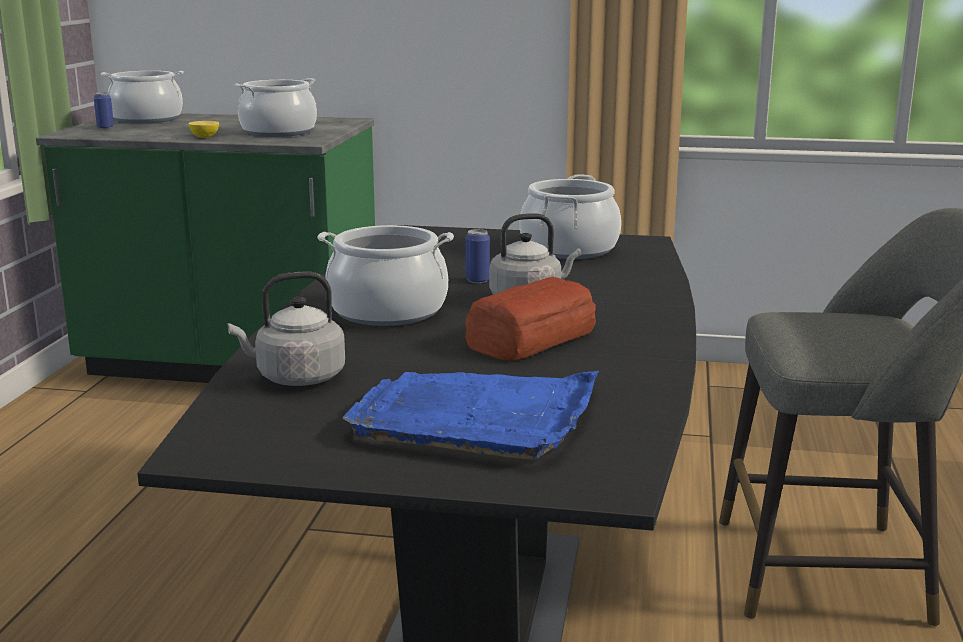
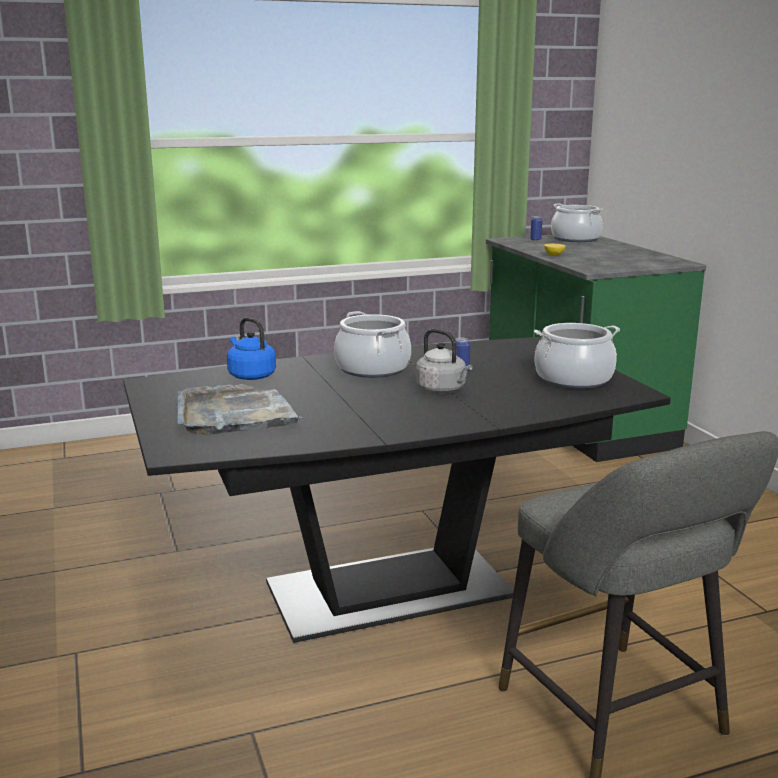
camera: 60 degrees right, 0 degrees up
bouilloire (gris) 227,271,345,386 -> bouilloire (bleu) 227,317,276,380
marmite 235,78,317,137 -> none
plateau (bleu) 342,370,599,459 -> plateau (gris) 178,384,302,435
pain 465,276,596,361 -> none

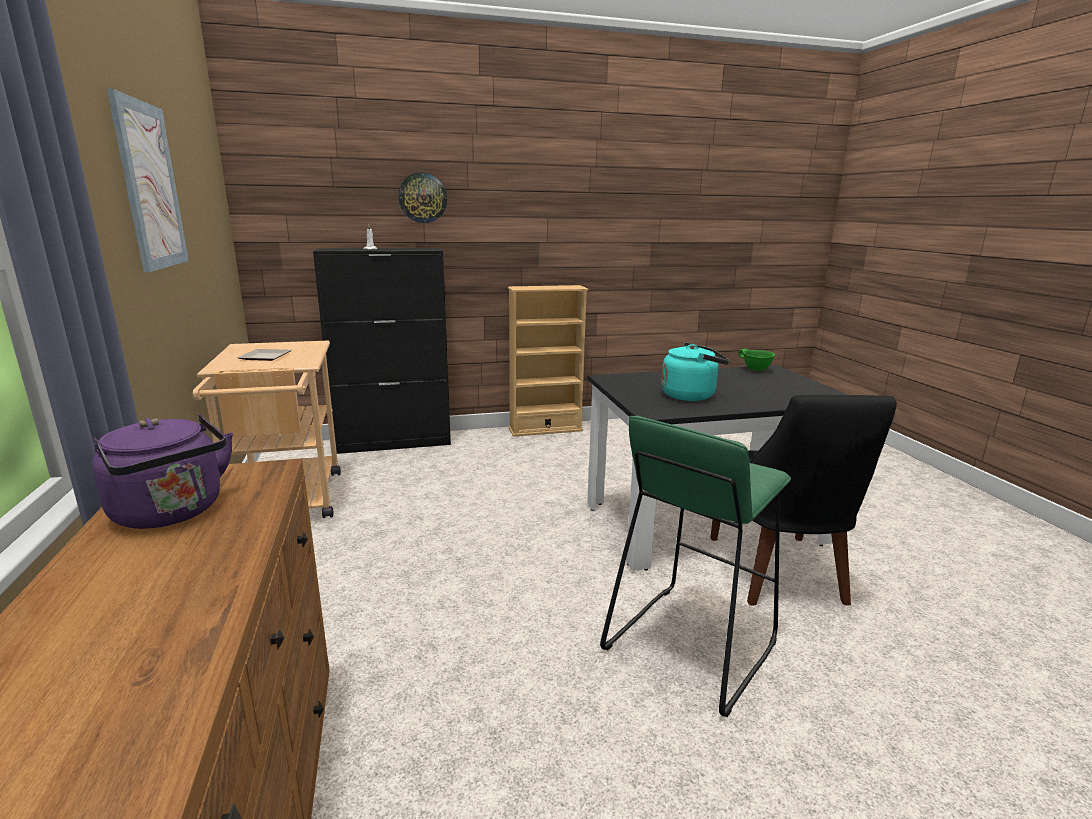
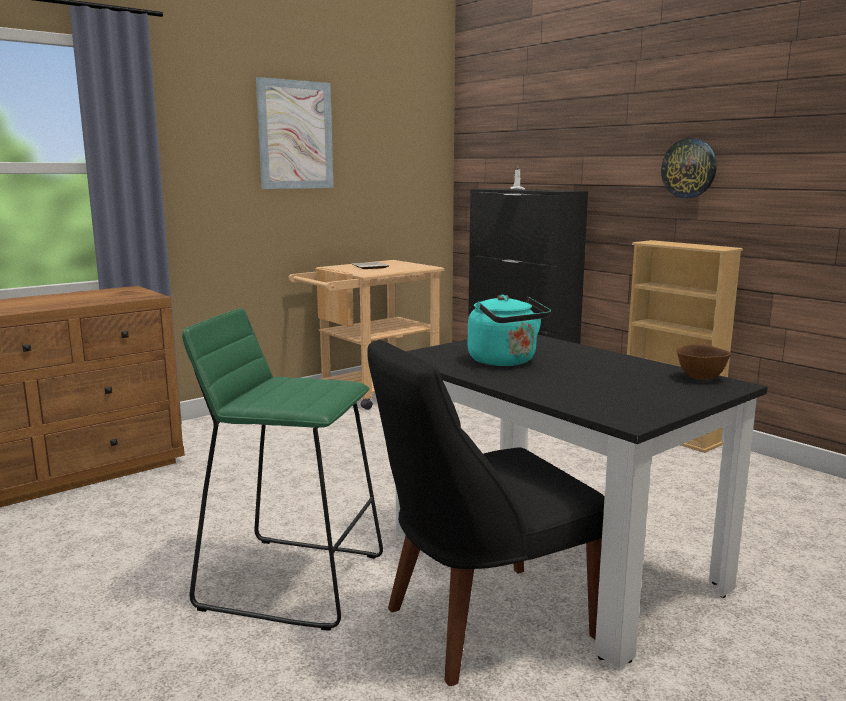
camera: 65 degrees right, 5 degrees down
bouilloire (violet) 92,414,233,529 -> none
horloge murale 398,172,447,223 -> horloge murale 661,138,717,198, move
bol (vert) 738,349,775,371 -> bol (marron) 677,343,731,380

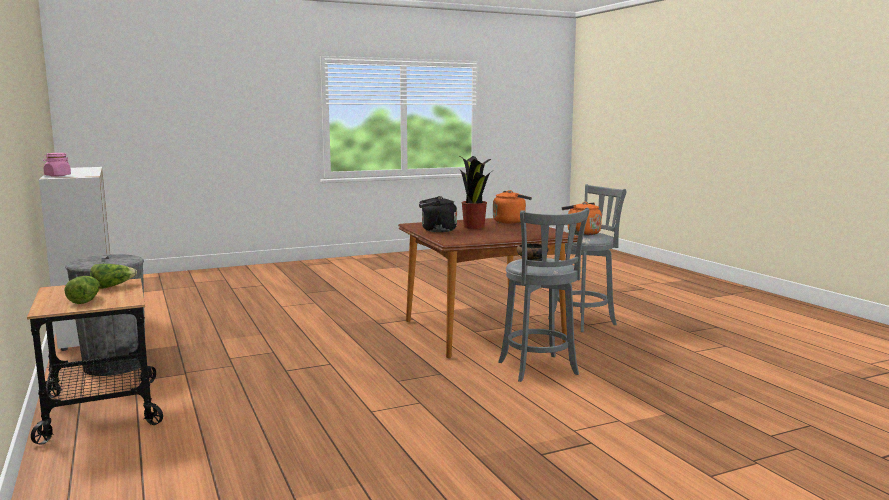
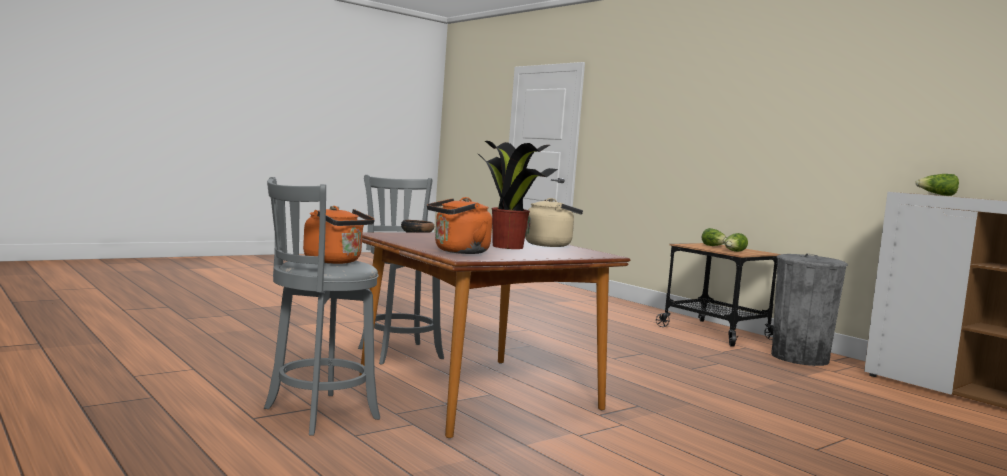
camera: 165 degrees right, 5 degrees down
bocal (rose) 43,153,71,177 -> laitue 915,174,959,196
bouilloire (noir) 419,196,457,232 -> bouilloire (beige) 525,198,583,247

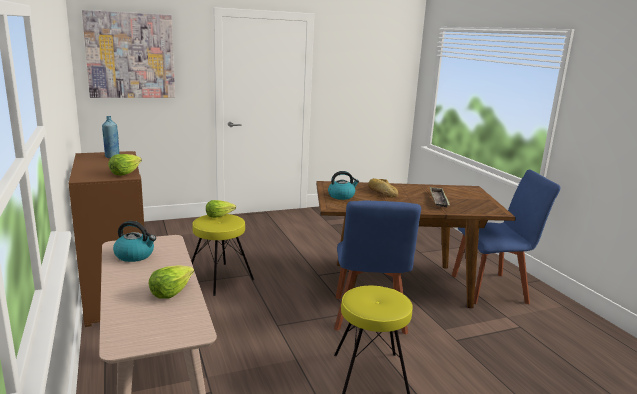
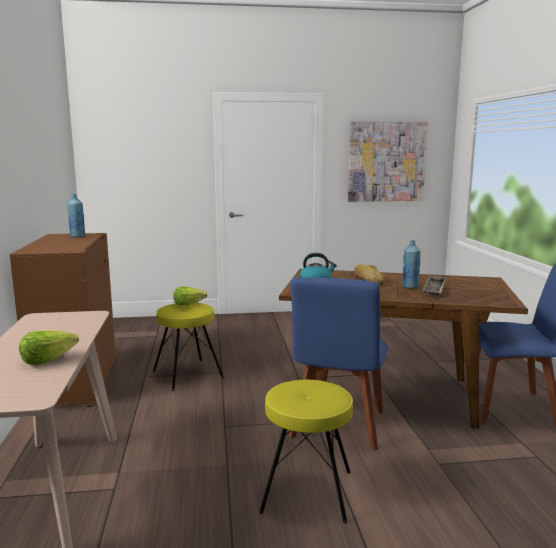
camera: 15 degrees right, 5 degrees down
tableau 82,10,175,98 -> tableau 348,121,428,202, move
laitue 108,154,142,176 -> none
bouilloire 113,221,156,262 -> none
none -> bouteille (bleu) 402,240,420,289

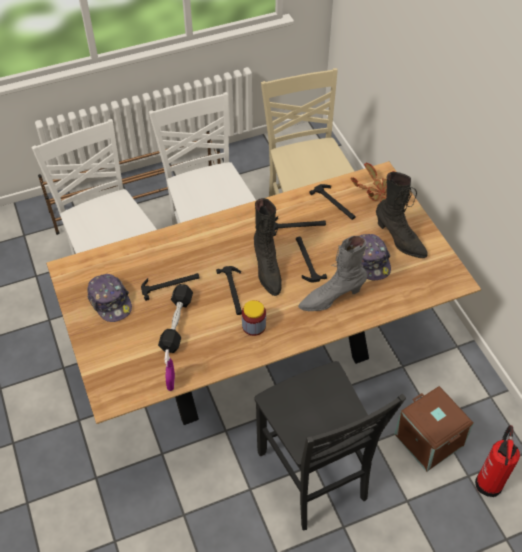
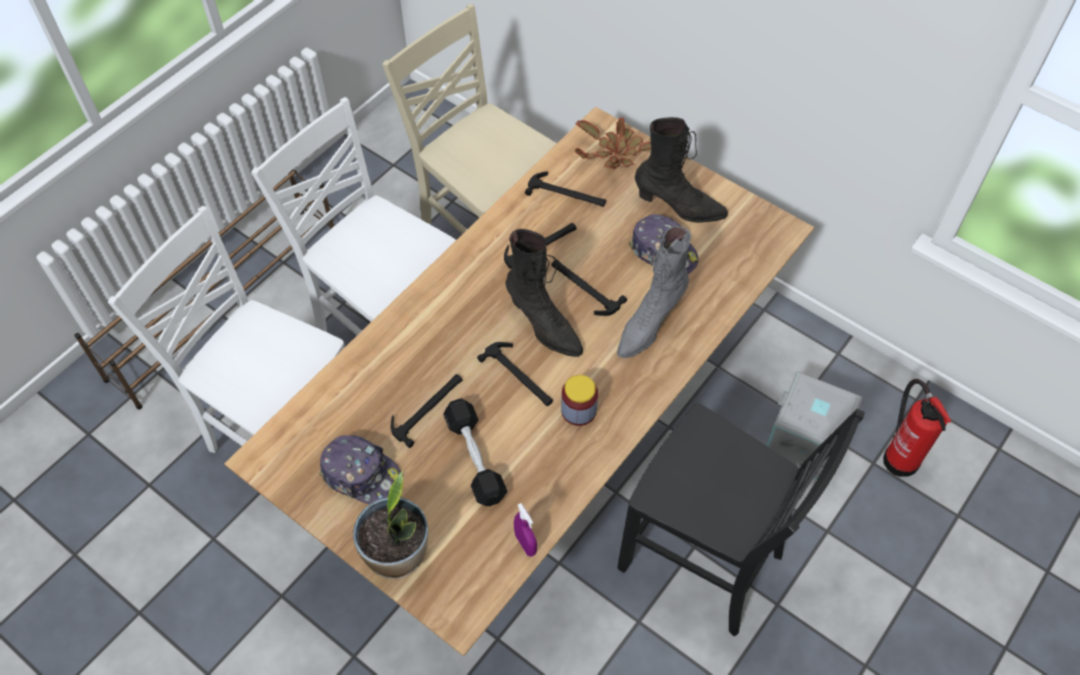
camera: 30 degrees left, 5 degrees up
boîte de rangement (marron) 395,386,474,472 -> boîte de rangement (gris) 766,371,863,480
none -> plante en pot 353,471,428,580

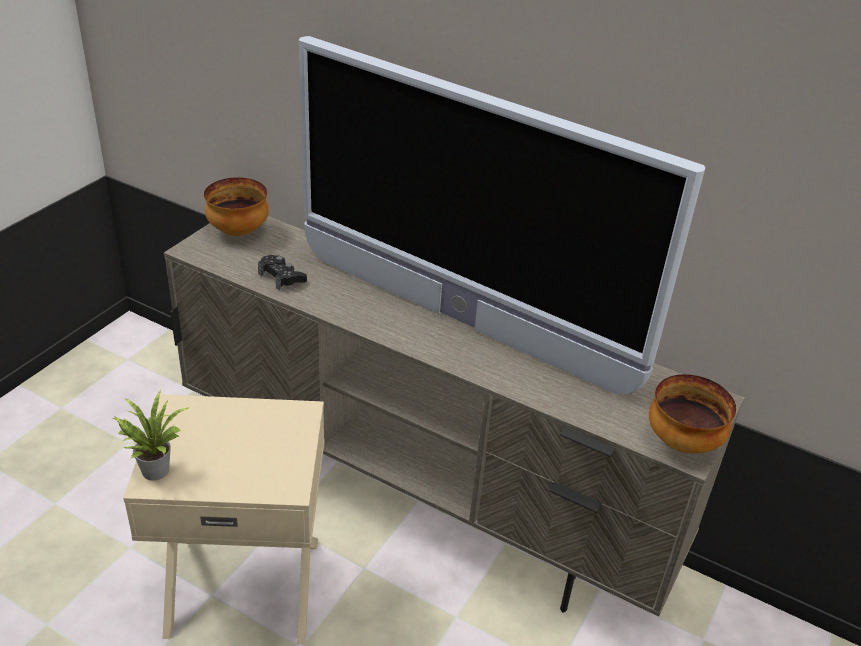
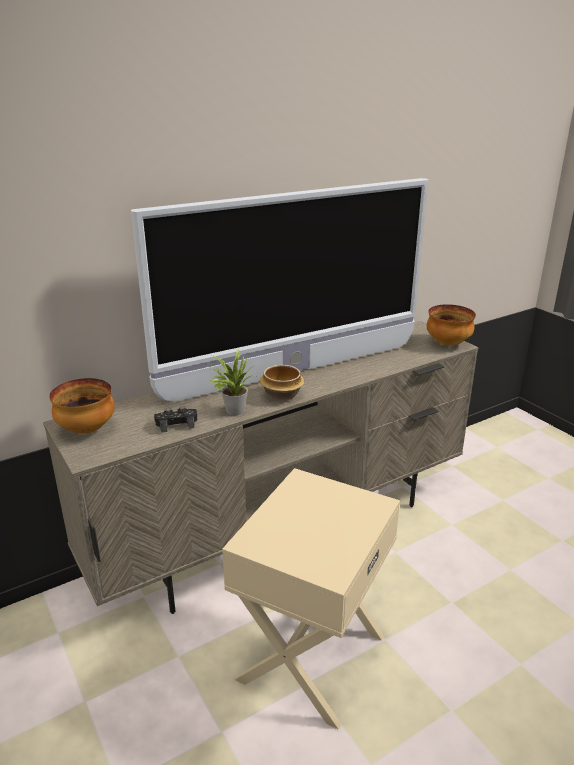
camera: 60 degrees left, 10 degrees down
plante en pot 113,390,191,481 -> plante en pot 208,349,256,415, move
none -> bol 260,365,304,401

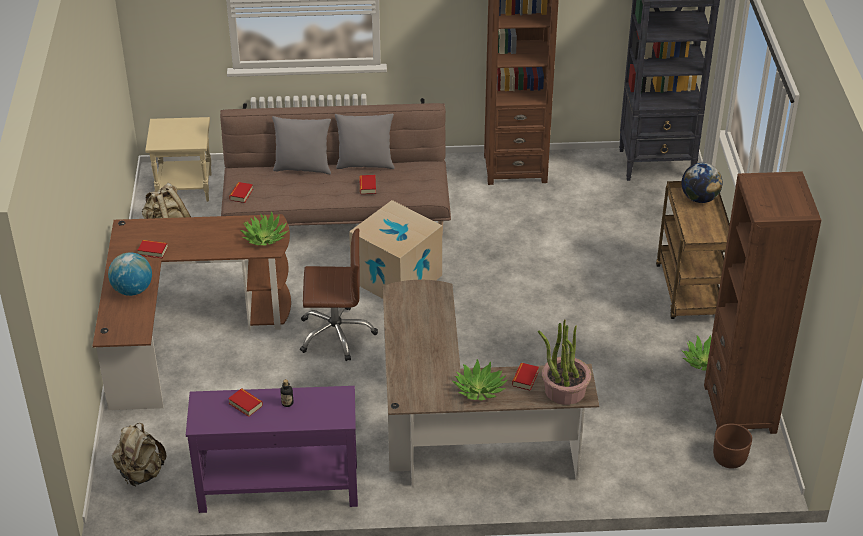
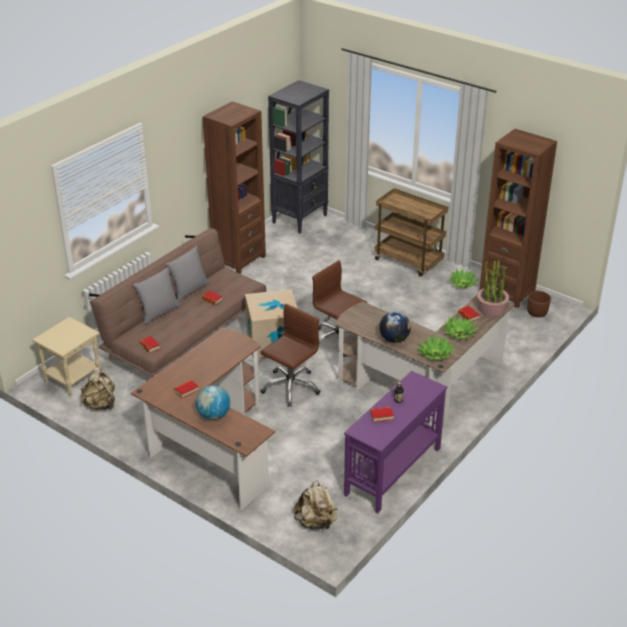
camera: 50 degrees left, 5 degrees down
plante en pot 240,211,289,246 -> plante en pot 417,333,455,360, move
globe 681,163,723,203 -> globe 379,311,411,343, move
none -> chaise de bureau (marron) 312,260,368,357

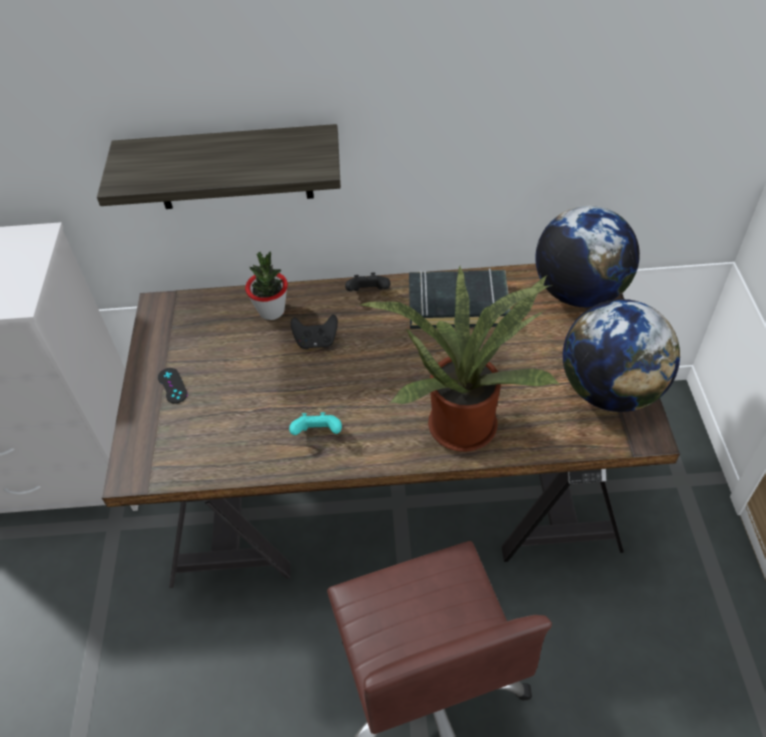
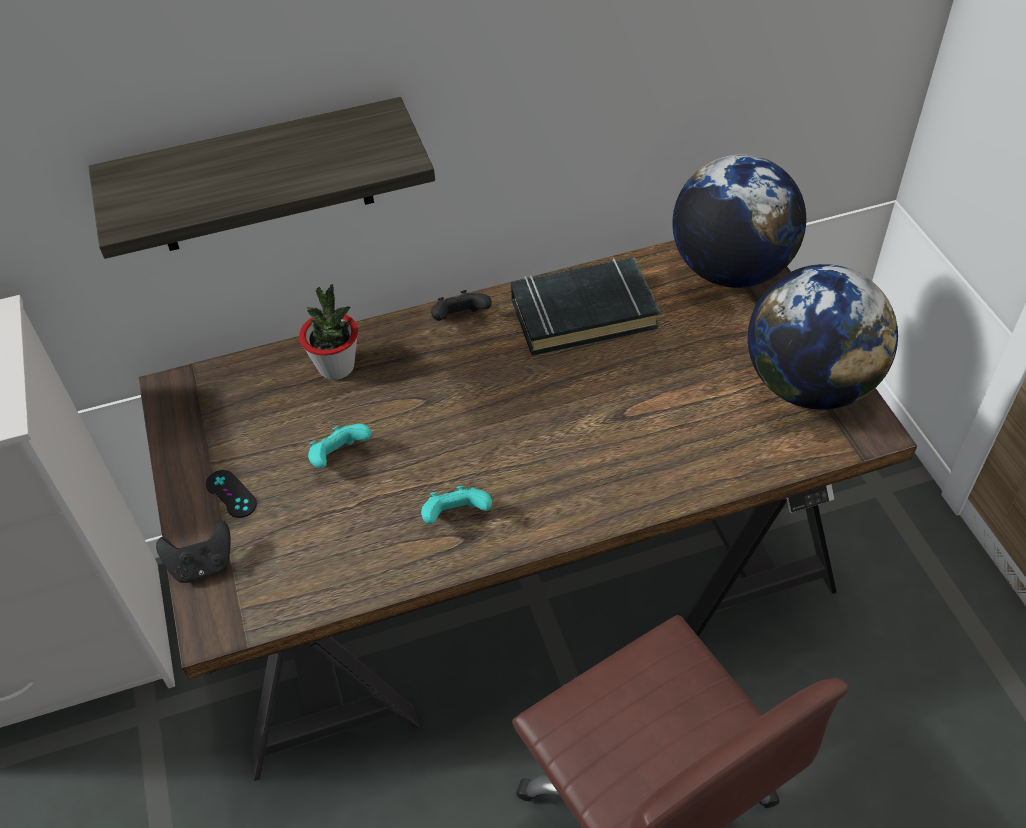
camera: 15 degrees left, 0 degrees up
manette (noir) 291,314,338,349 -> manette (noir) 156,521,231,583, move
plante en pot 357,264,560,452 -> none
none -> manette (turquoise) 308,424,371,468

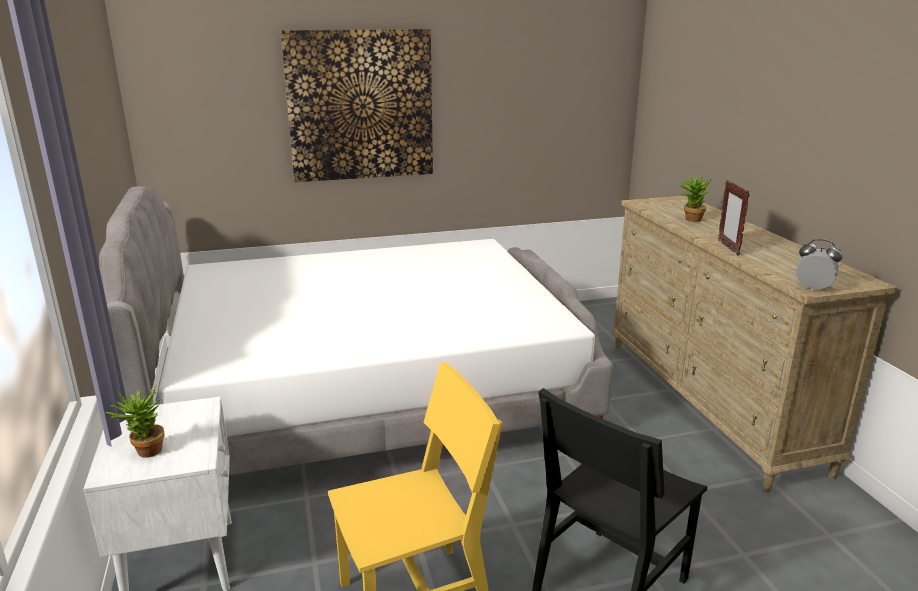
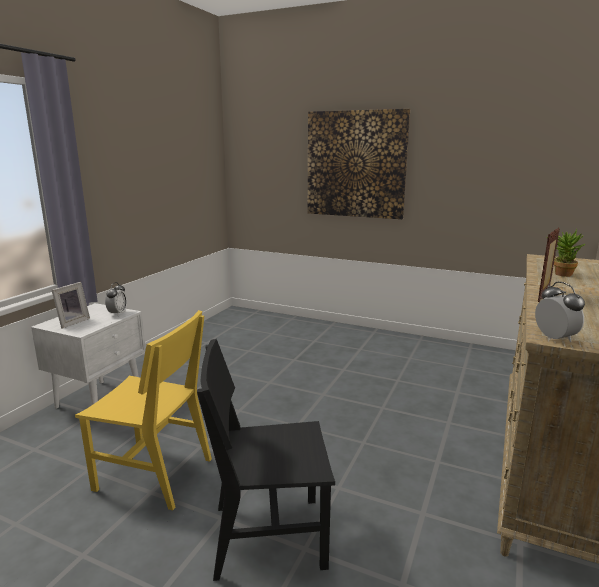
camera: 40 degrees right, 5 degrees down
lit 99,186,613,475 -> none
plante en pot 106,386,165,458 -> cadre photo 52,282,90,329
none -> réveil 105,282,127,316

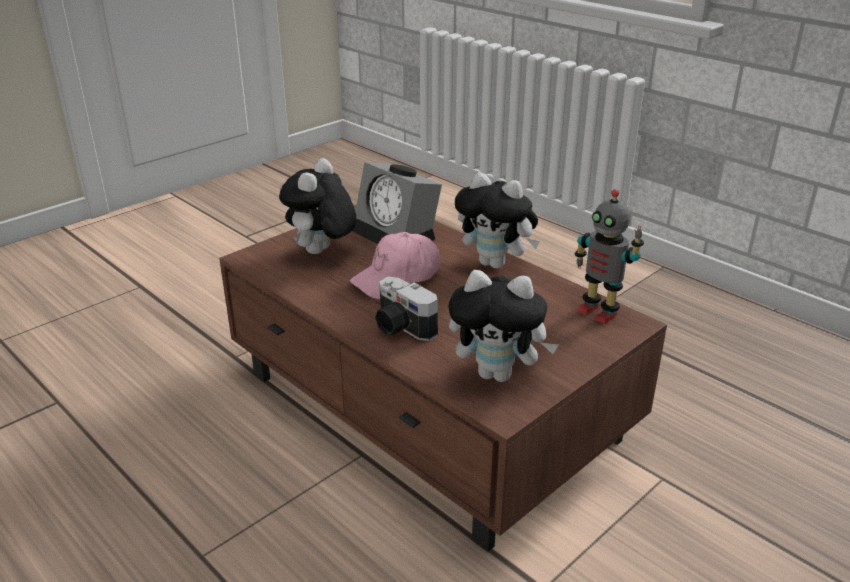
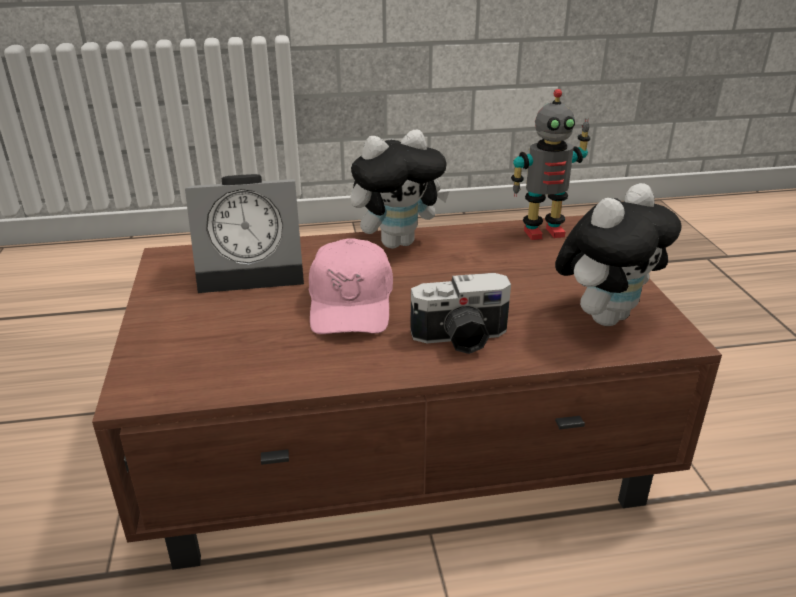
camera: 55 degrees left, 0 degrees up
peluche 279,158,356,254 -> none

